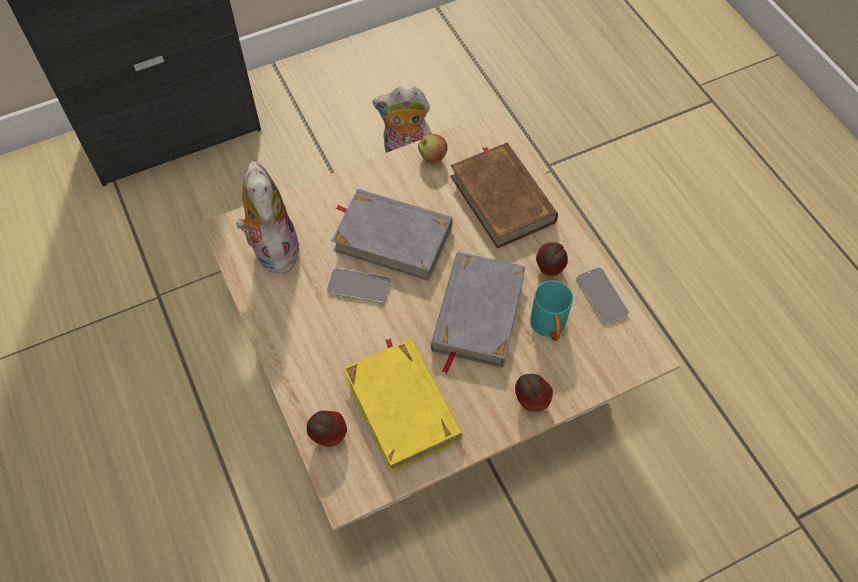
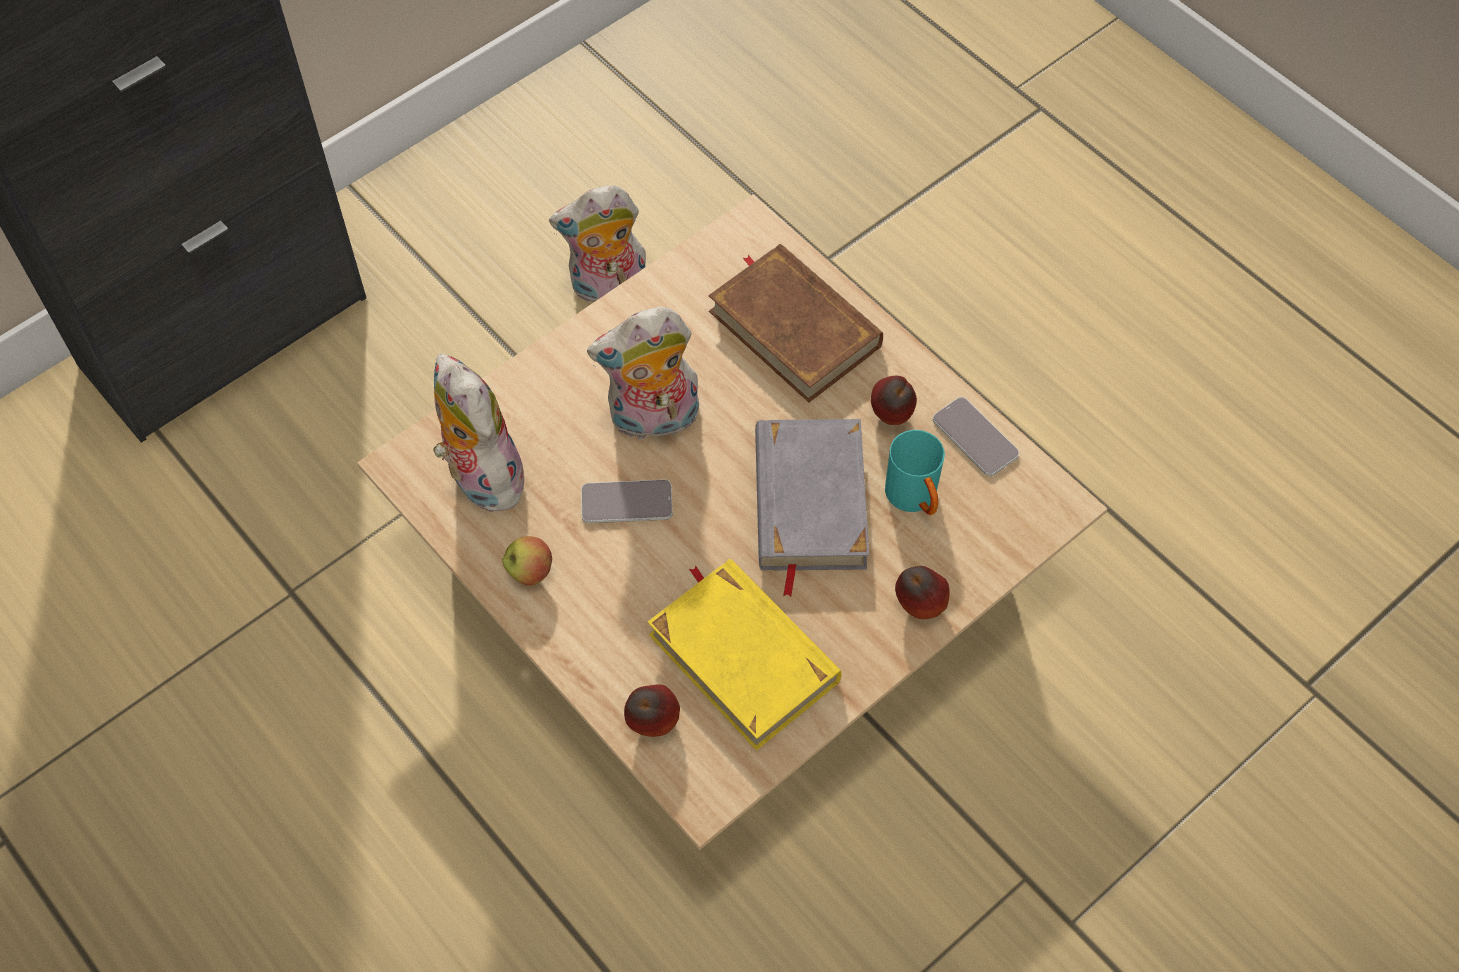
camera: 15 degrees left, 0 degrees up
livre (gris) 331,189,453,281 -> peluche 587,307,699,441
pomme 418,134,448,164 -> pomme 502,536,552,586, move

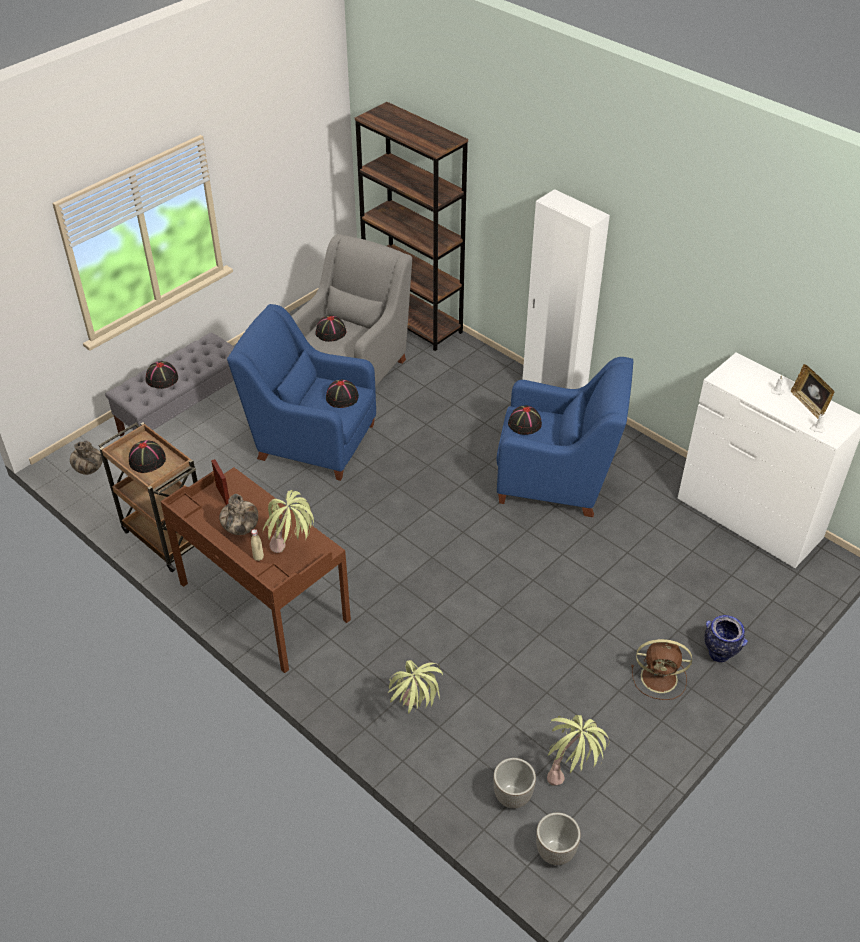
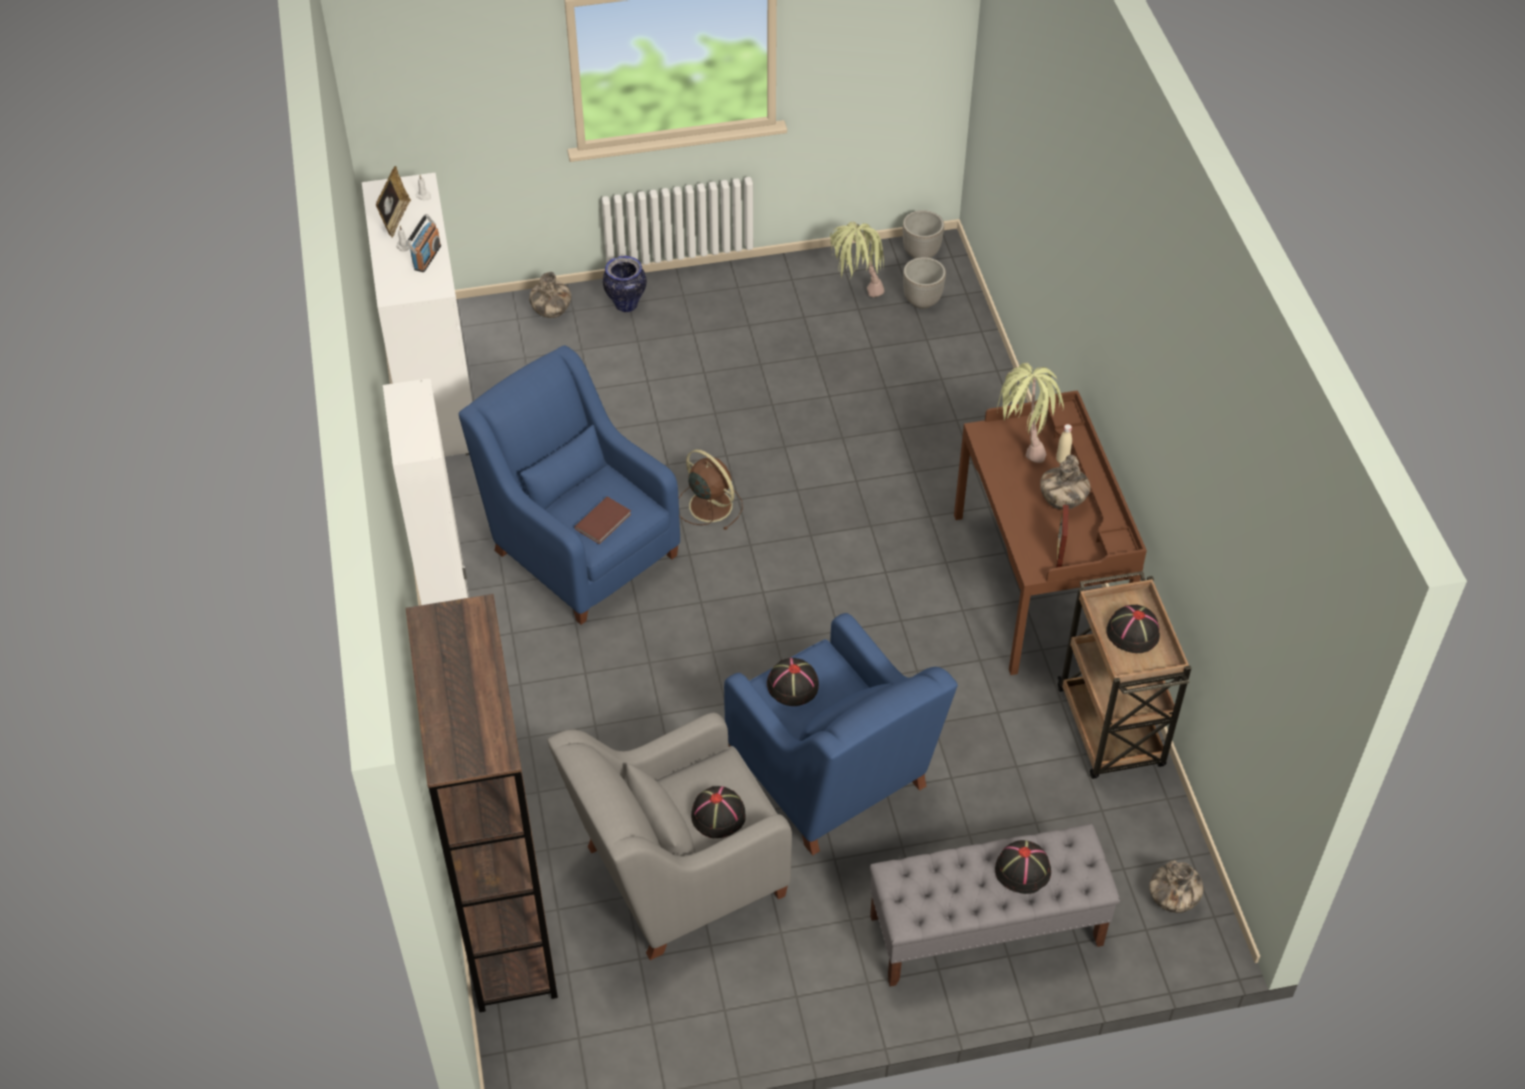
camera: 145 degrees left, 5 degrees up
plante en pot 387,660,443,714 -> none
chapeau (noir) 508,405,542,435 -> livre (marron) 574,497,631,544
ventilateur (marron) 631,639,692,700 -> ventilateur (marron) 679,449,743,530, move
none -> radio 406,214,441,272
none -> vase 529,272,571,318

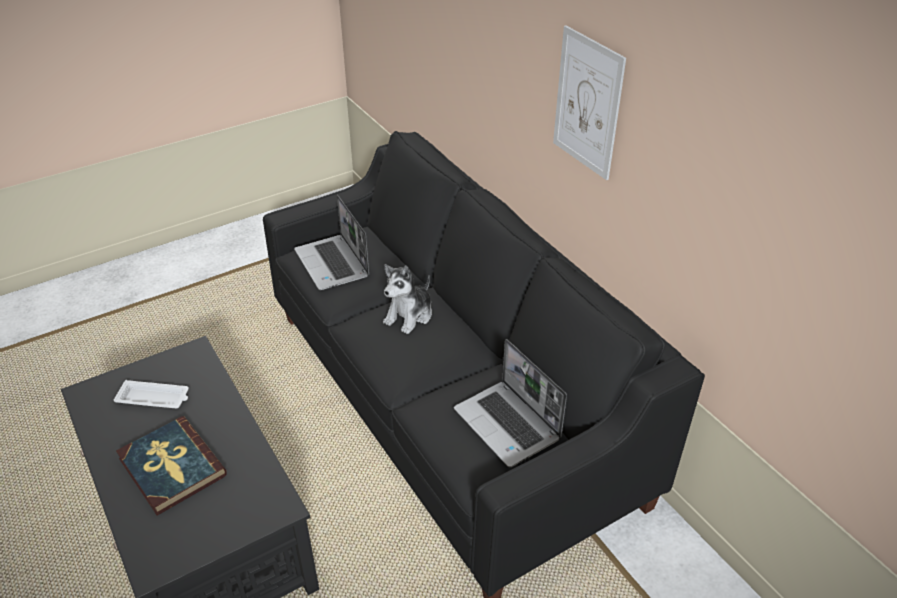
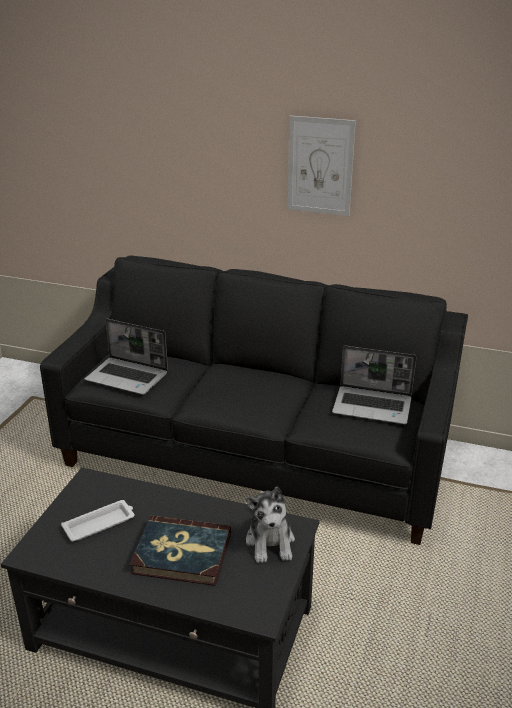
camera: 40 degrees left, 10 degrees down
peluche 383,264,432,334 -> peluche 246,487,295,563, move

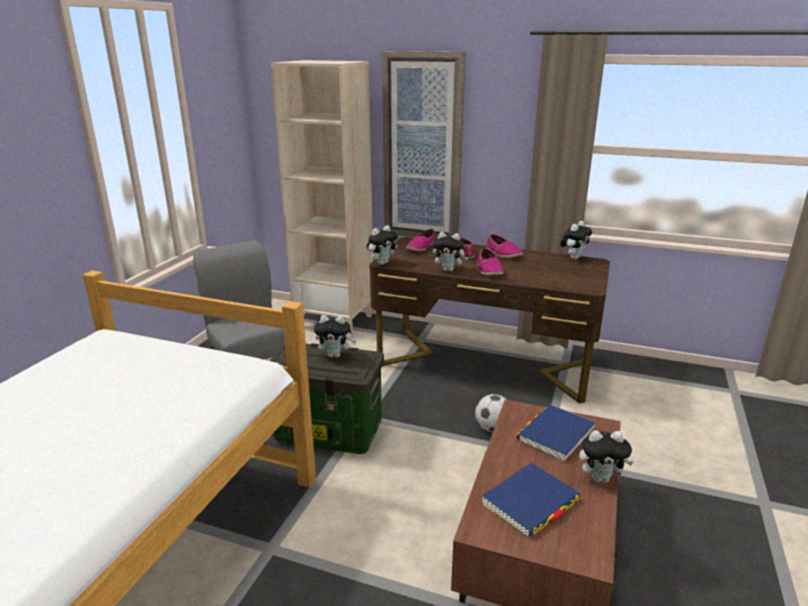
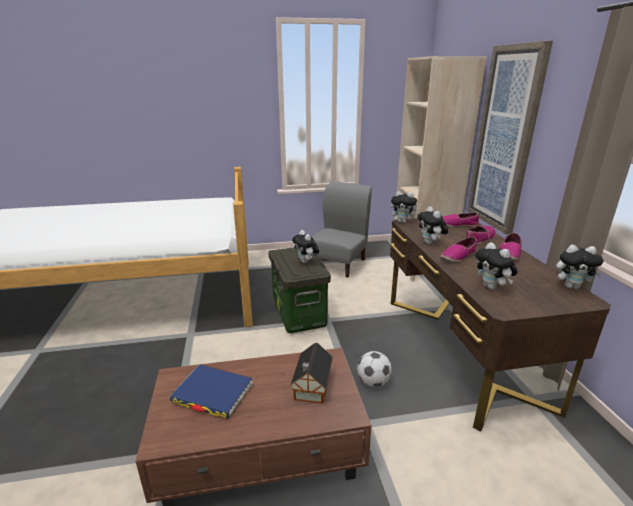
camera: 60 degrees right, 0 degrees up
livre (bleu) 517,405,596,462 -> maison miniature 290,343,333,404
peluche 579,430,633,483 -> peluche 475,242,518,290, move

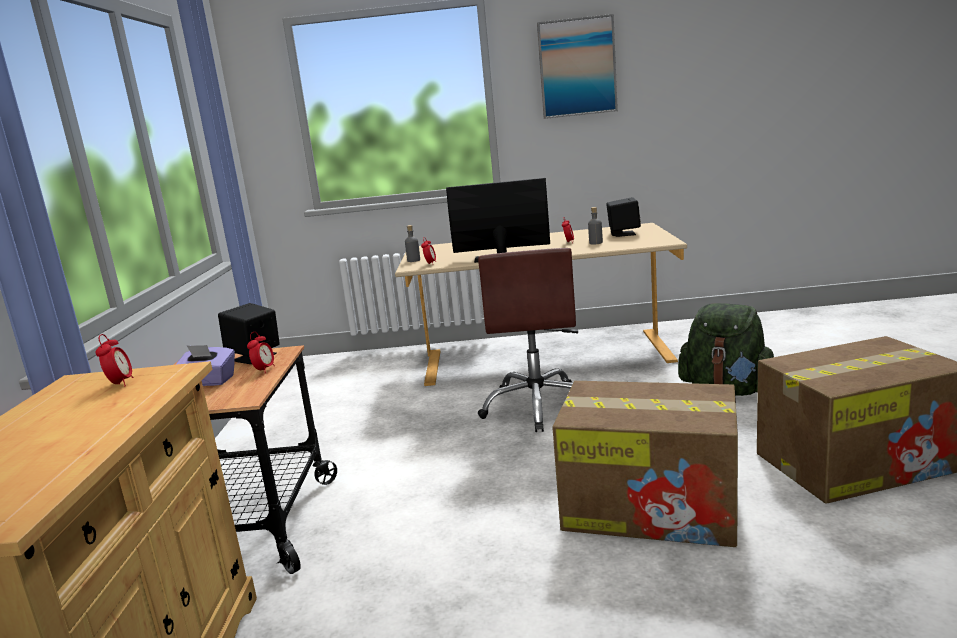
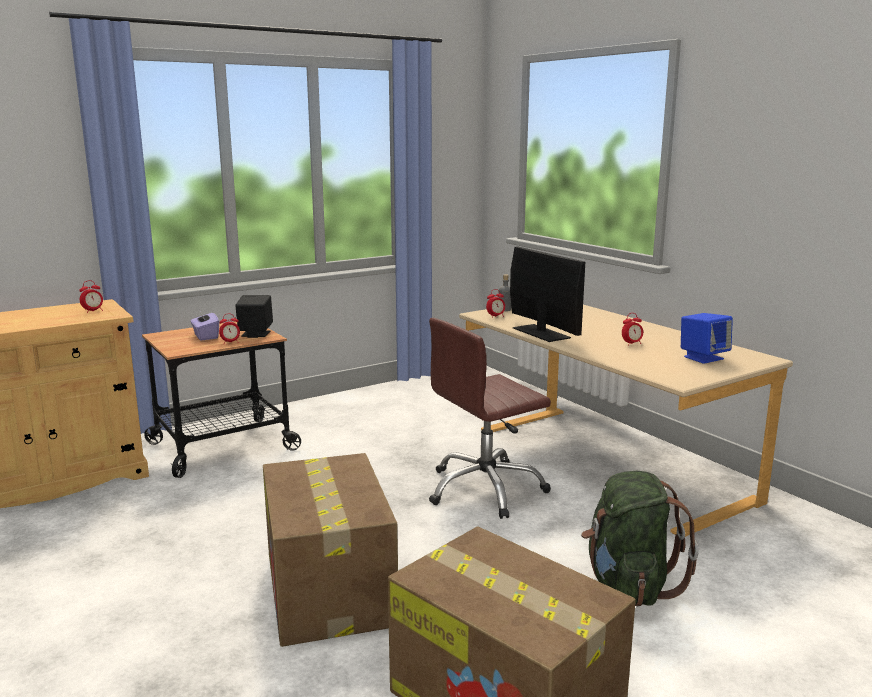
camera: 55 degrees right, 0 degrees up
tableau 537,14,618,119 -> none
bouteille (gris) 588,207,603,244 -> none
enceinte (noir) 606,197,641,237 -> enceinte (bleu) 681,313,733,364

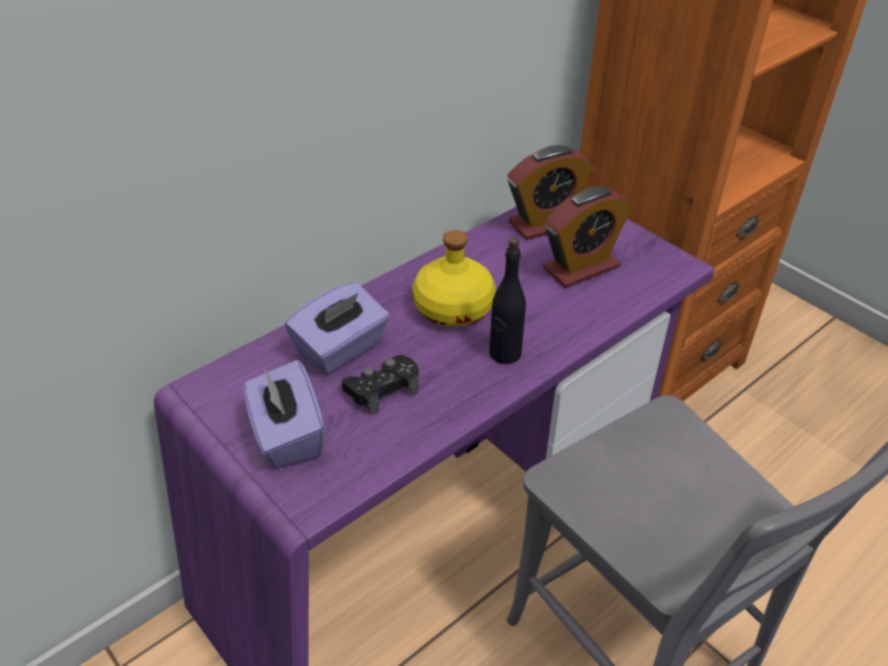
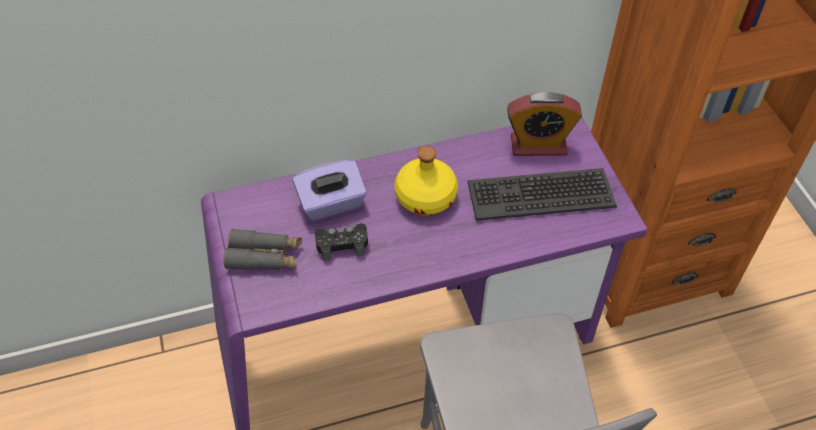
camera: 25 degrees right, 10 degrees up
boîte à mouchoirs (violet) 244,360,325,469 -> jumelles (gris) 223,229,302,270
bouteille (noir) 489,237,526,364 -> none
réveil 543,186,633,288 -> clavier 467,168,617,221

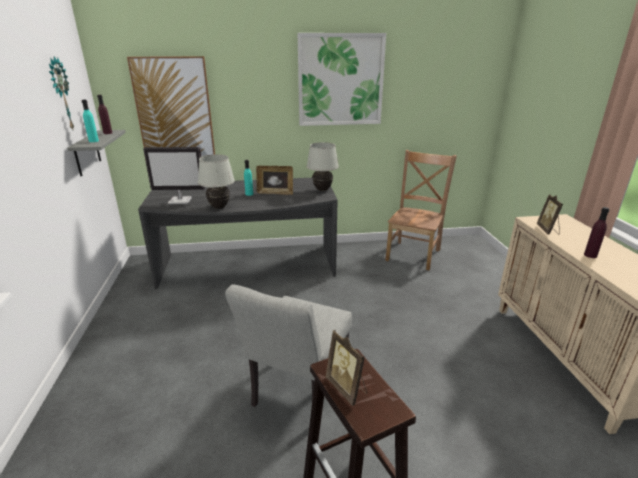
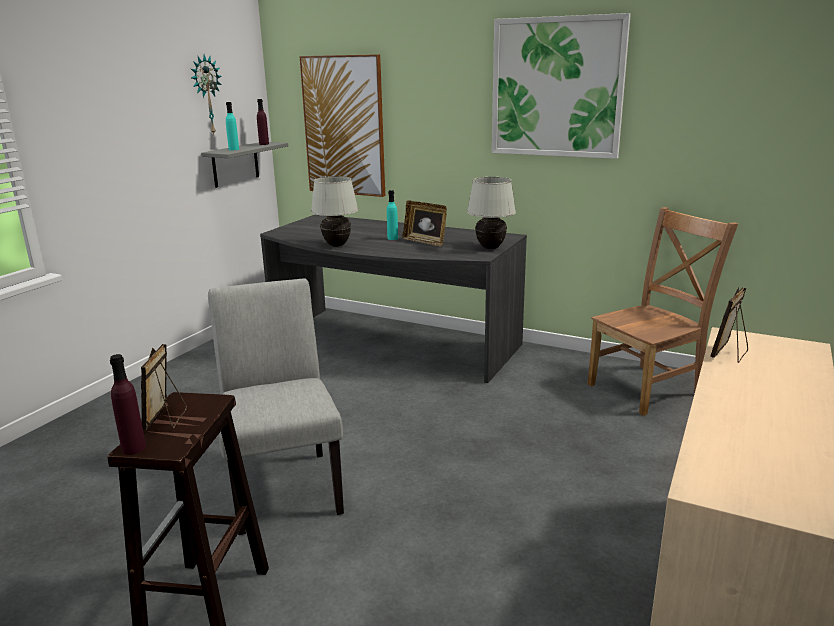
camera: 35 degrees right, 5 degrees down
écran d'ordinateur 143,147,205,204 -> none
chaise (gris) 225,284,352,407 -> chaise (gris) 208,279,344,535, 105 degrees clockwise
bouteille (violet) 584,207,609,258 -> bouteille (violet) 110,354,146,455, move

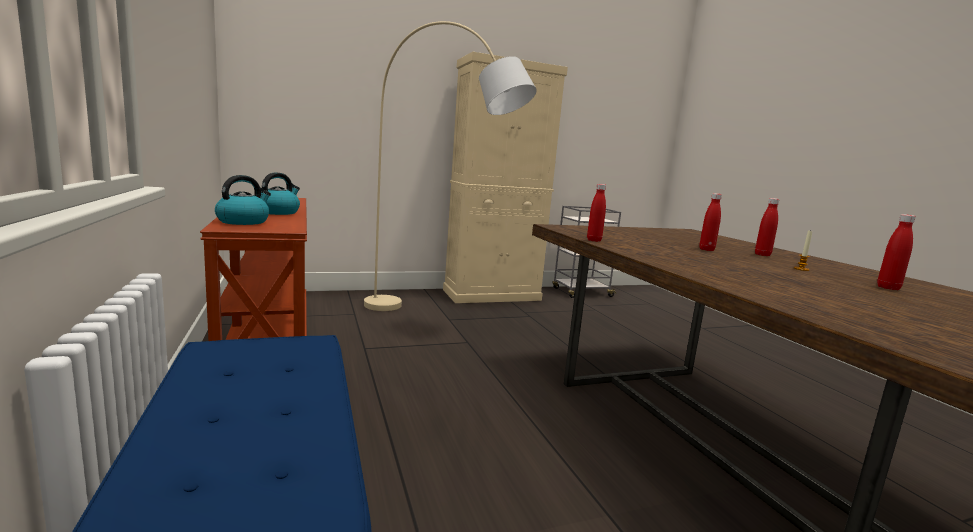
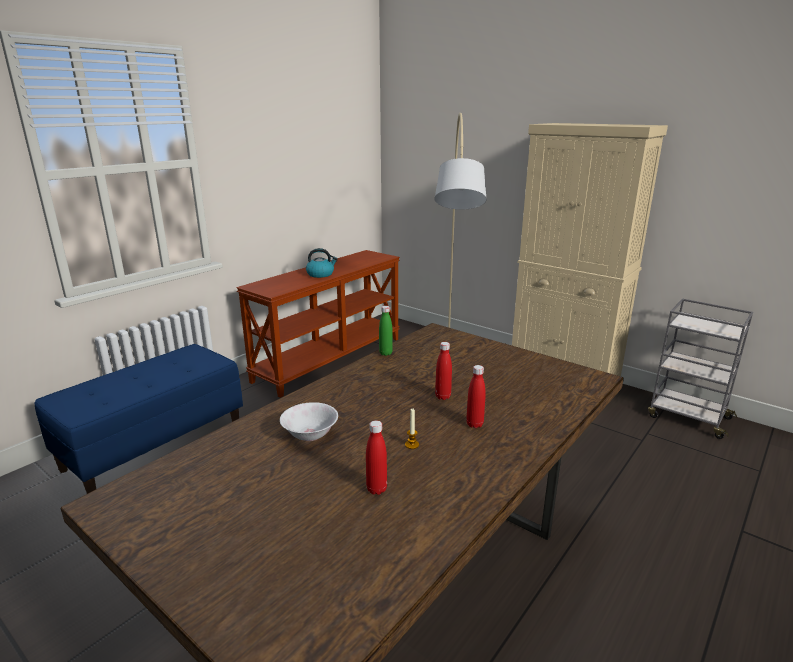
camera: 60 degrees right, 10 degrees up
bouilloire 215,175,271,225 -> none
bouteille (rouge) 587,184,606,242 -> bouteille (vert) 379,306,393,356
none -> bol (blanc) 280,402,338,441

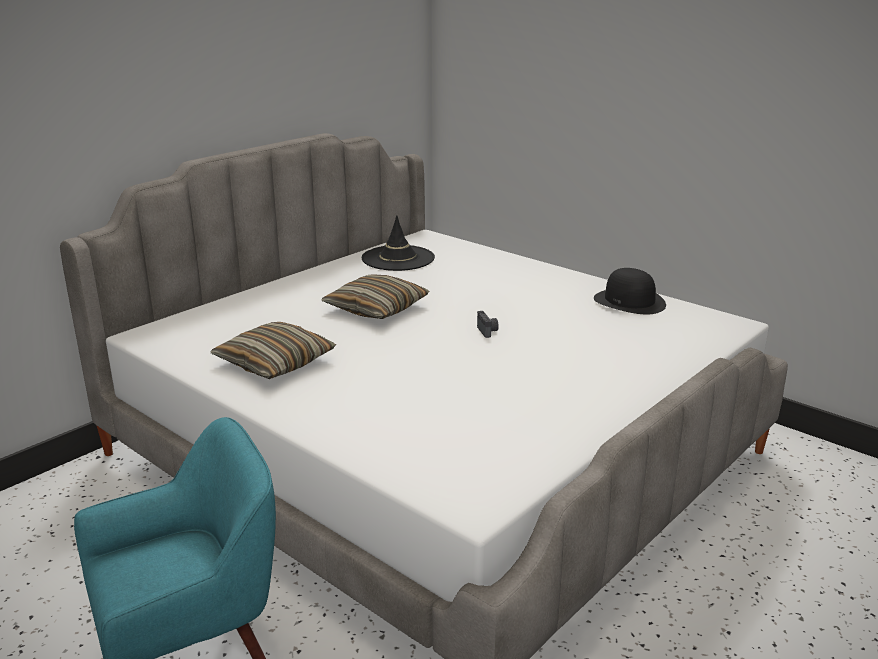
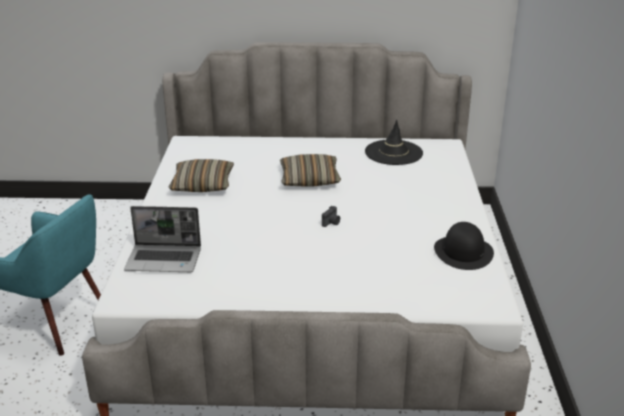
camera: 50 degrees right, 5 degrees up
none -> ordinateur portable 124,206,201,272

